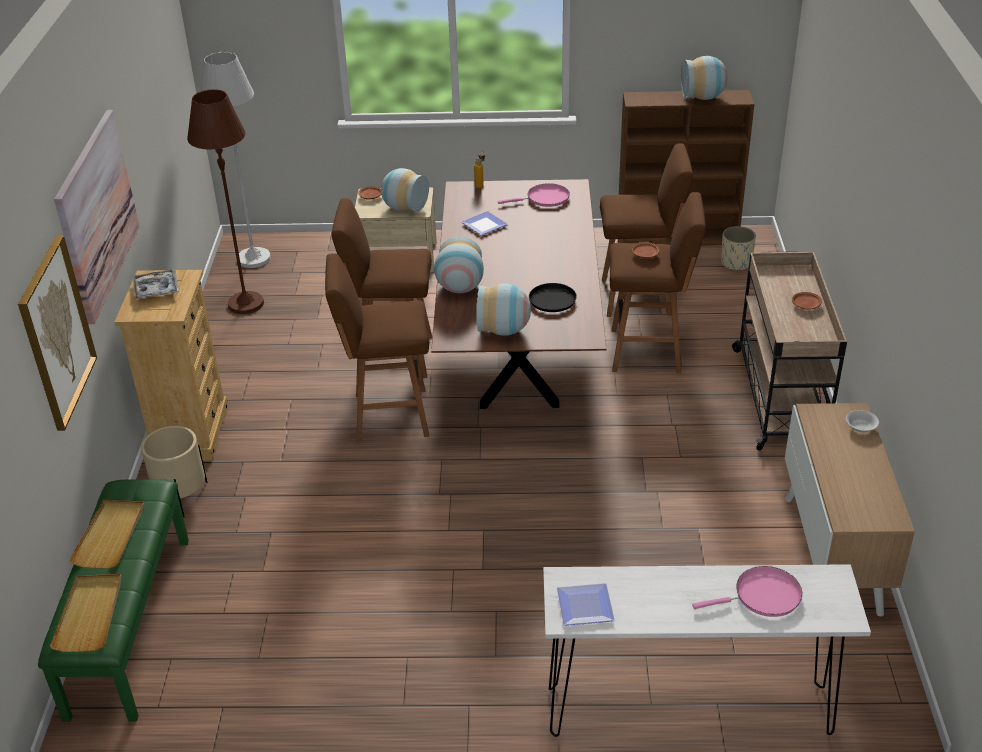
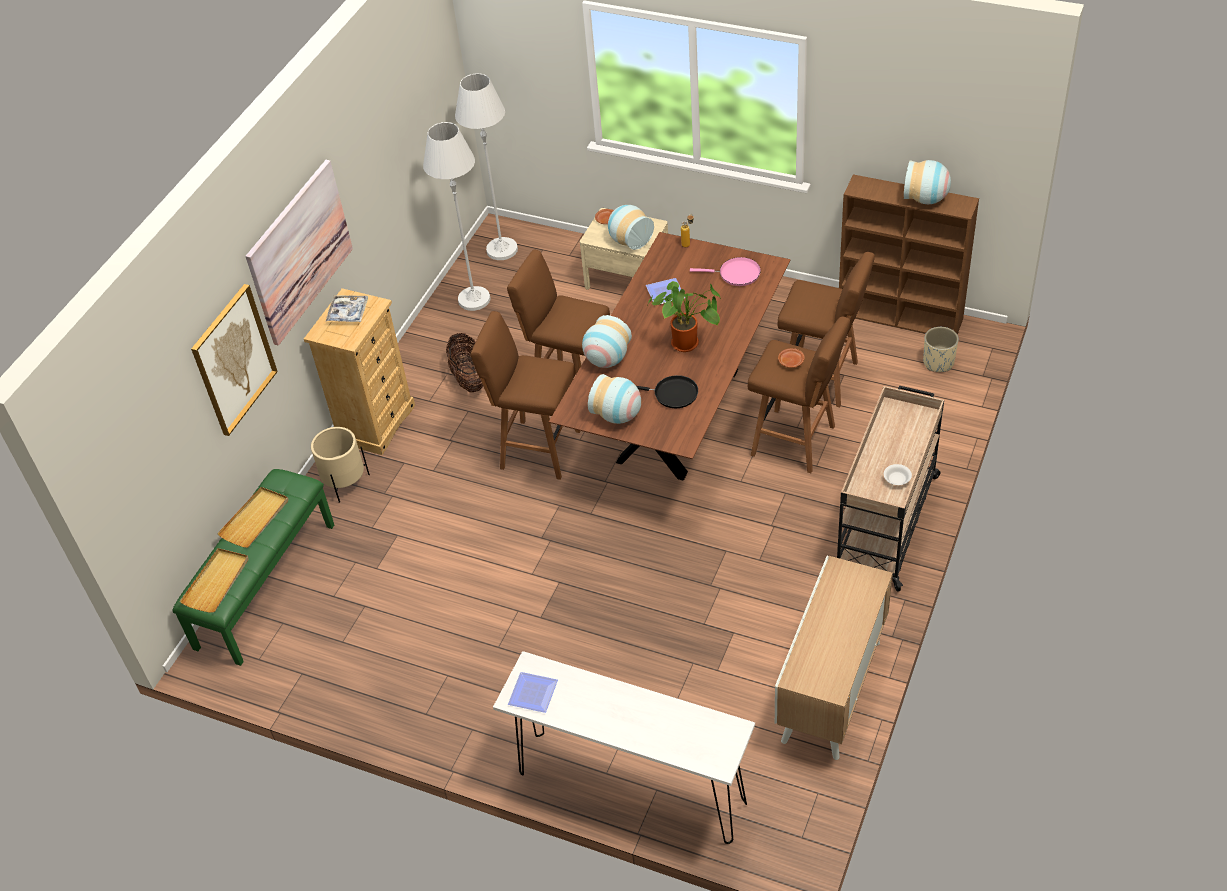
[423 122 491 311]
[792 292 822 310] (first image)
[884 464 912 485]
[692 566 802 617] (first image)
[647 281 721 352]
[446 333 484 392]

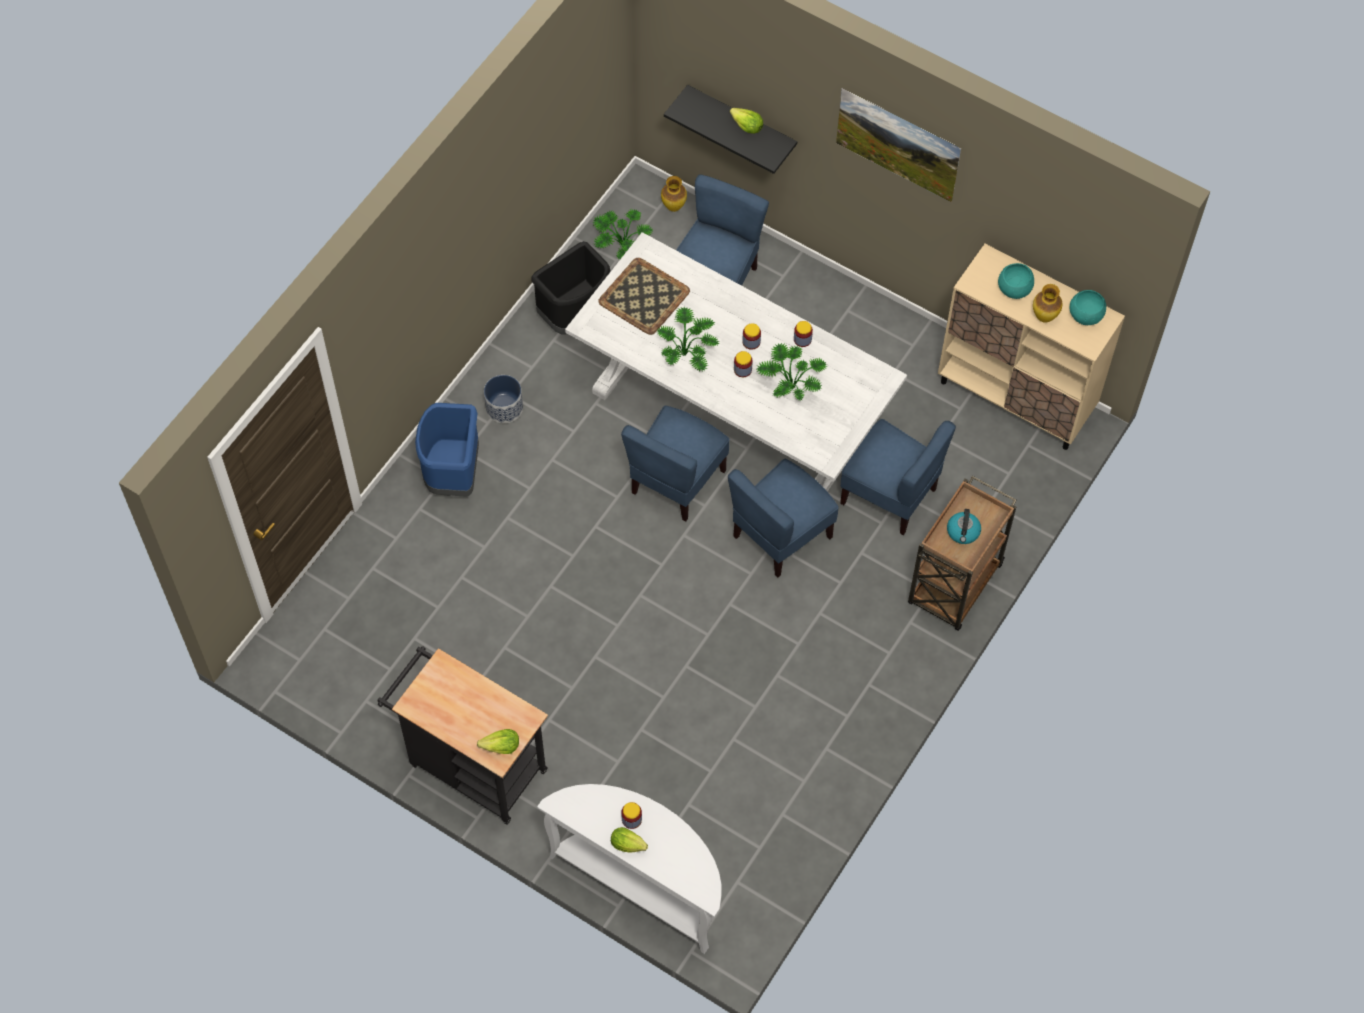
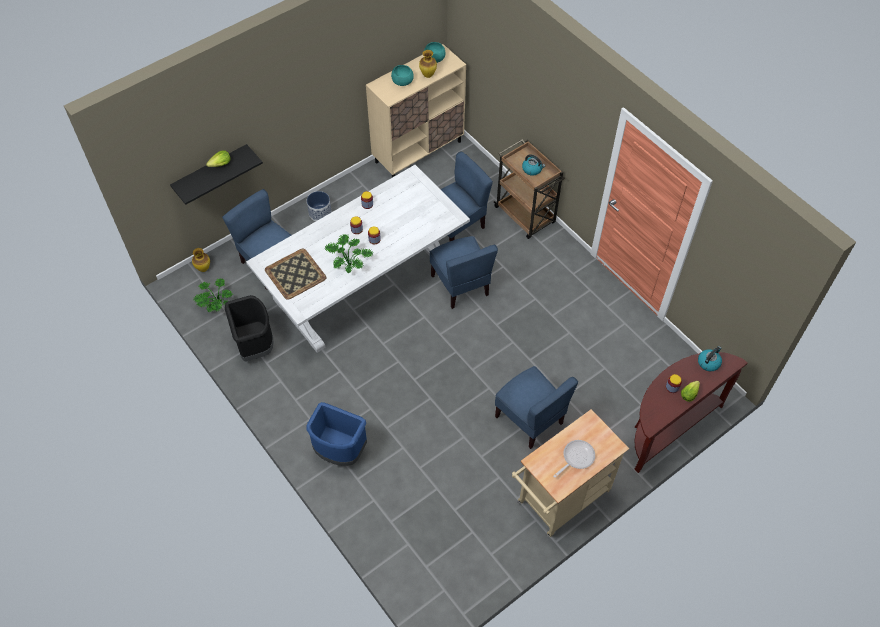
[836 88 961 203] (first image)
[757 343 827 400] (first image)
[307 191 332 221]
[495 366 578 449]
[512 409 629 537]
[477 729 519 754] (first image)
[634 352 748 473]
[698 346 722 371]
[553 440 595 478]

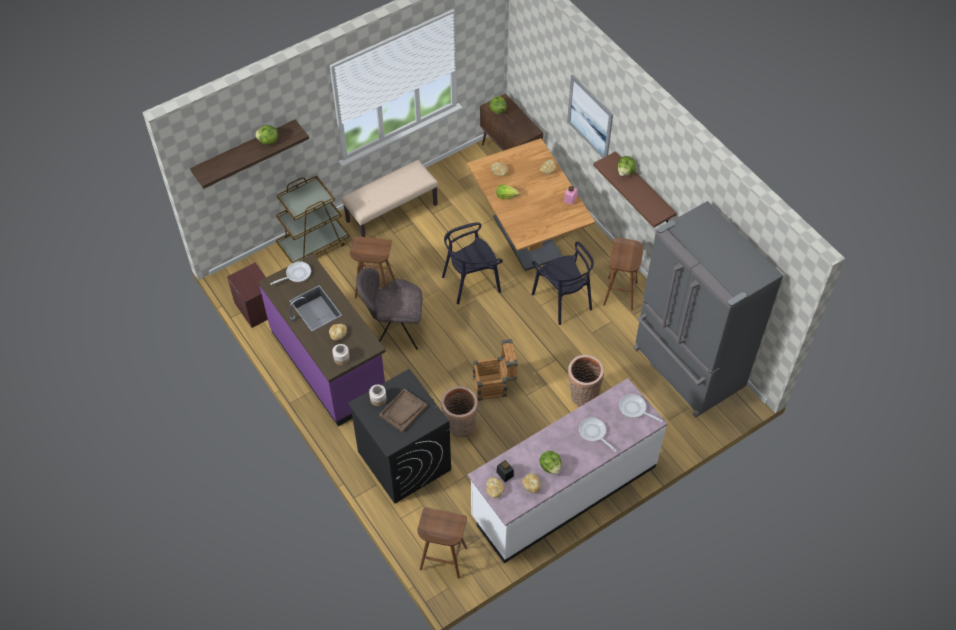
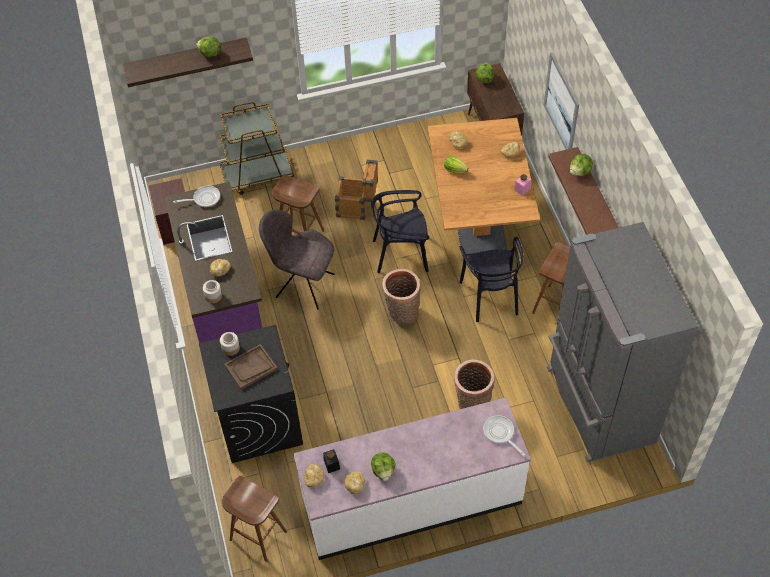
[342 160 438 237] (first image)
[335 160 378 220]
[382 269 421 325]
[579 417 617 452] (first image)

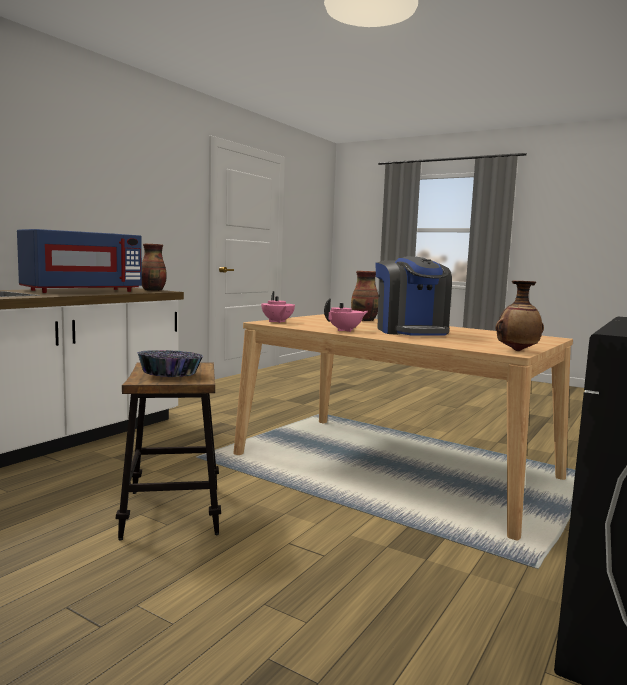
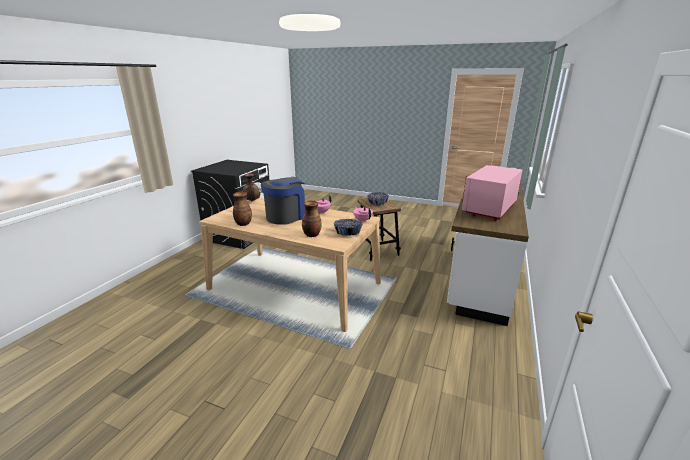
[462 165 522 221]
[233 192 252 226]
[261 177 305 225]
[334 219 363 236]

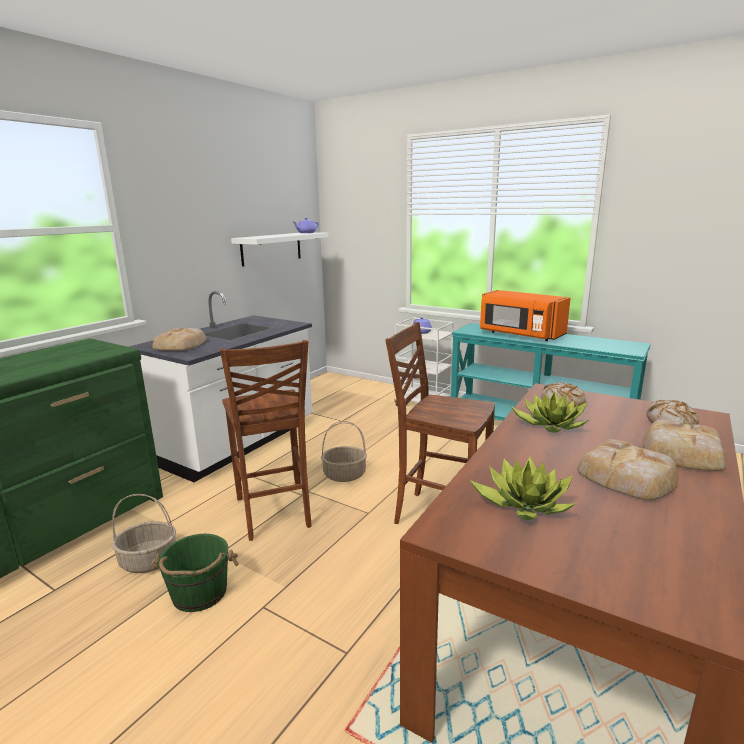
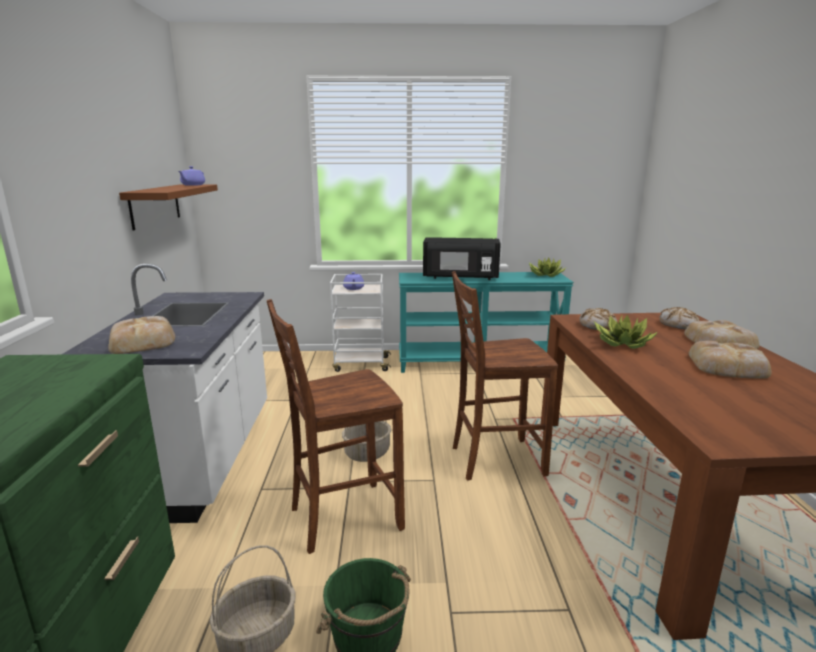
[119 184 218 230]
[423 237 501 280]
[267 299 405 554]
[529 258 567 277]

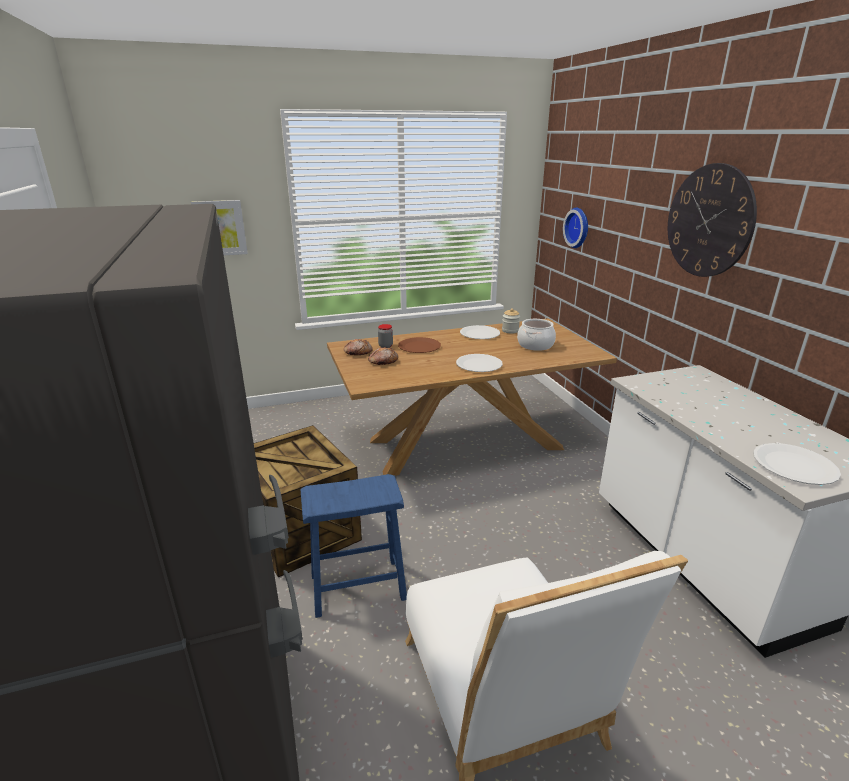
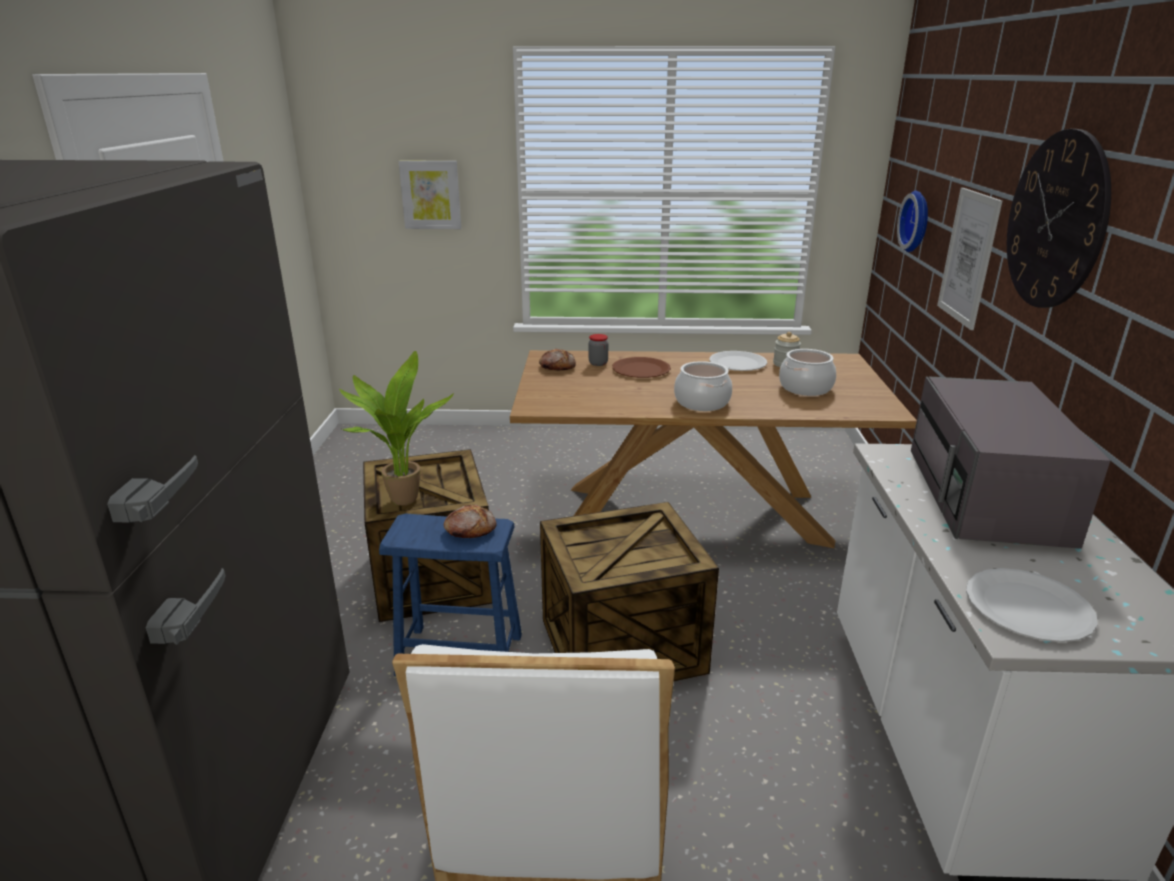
[444 505 497 538]
[674 361 732 411]
[937 188 1002 330]
[339 351 454 506]
[911 376 1110 549]
[540 502 719 681]

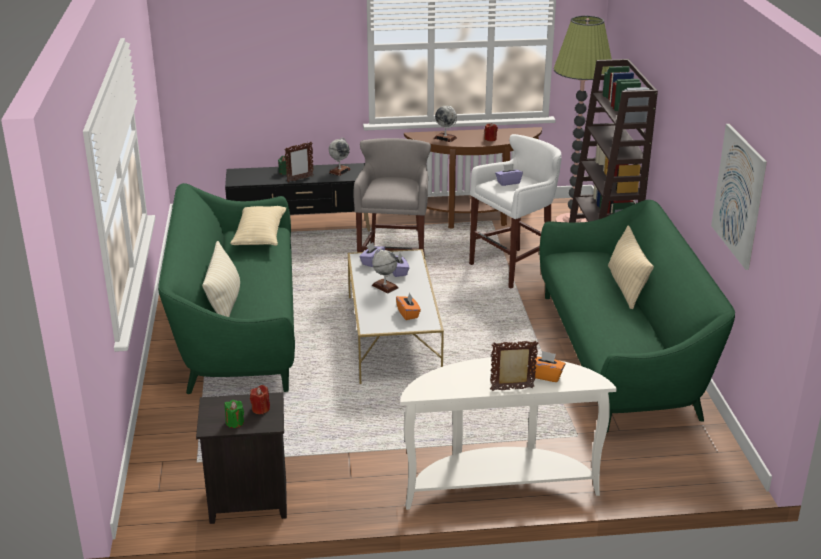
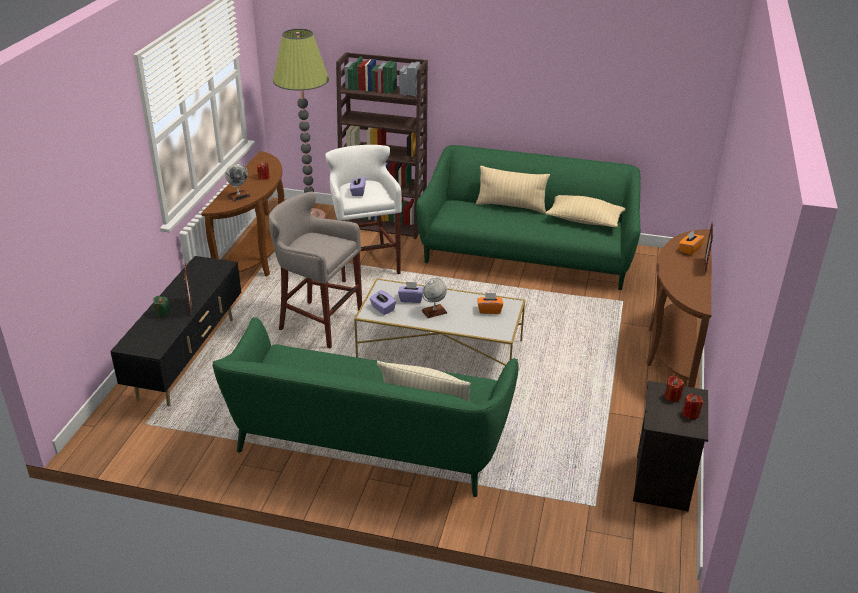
[711 124 767 270] (first image)
[329 137 351 176] (first image)
[545 195 626 228]
[646 229 712 388]
[682 394 703 419]

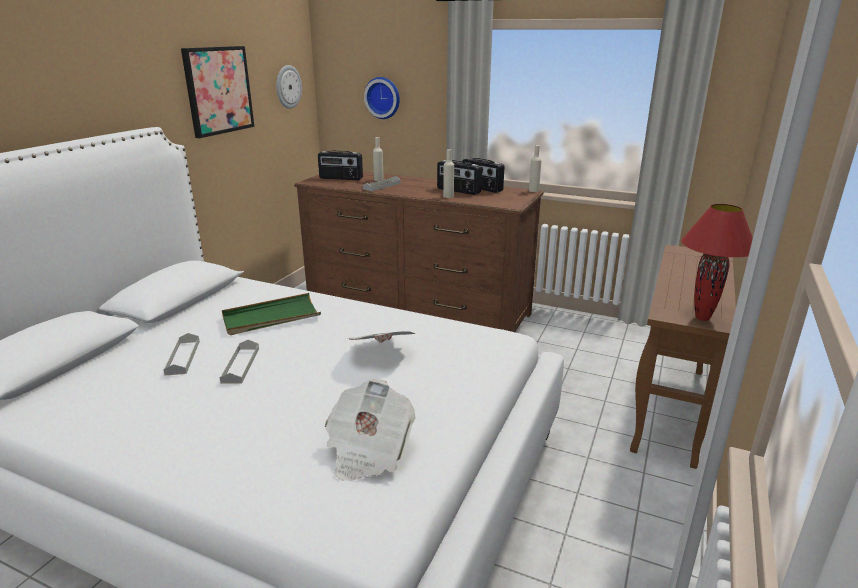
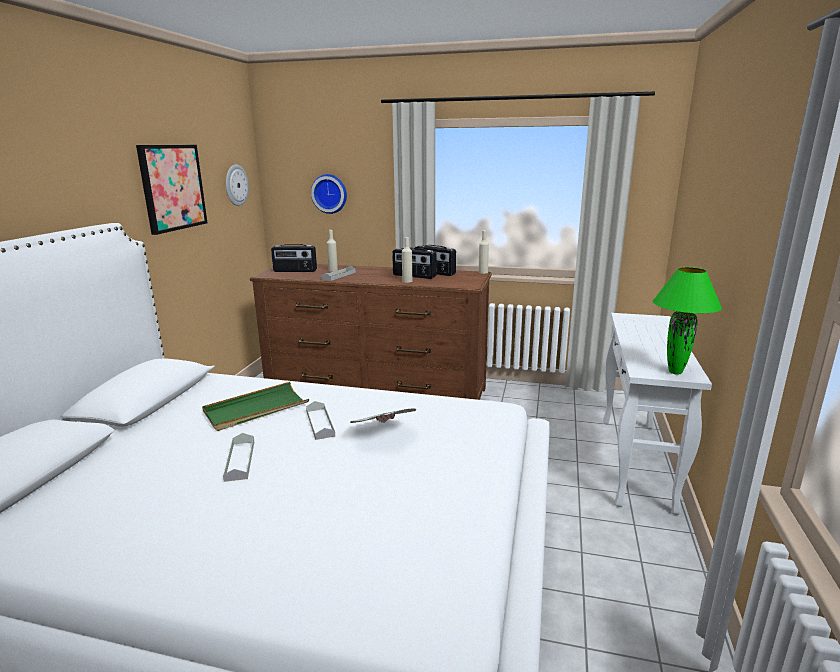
[653 267 722 375]
[603 313 712 515]
[306 401 335 440]
[325 379 416 481] (first image)

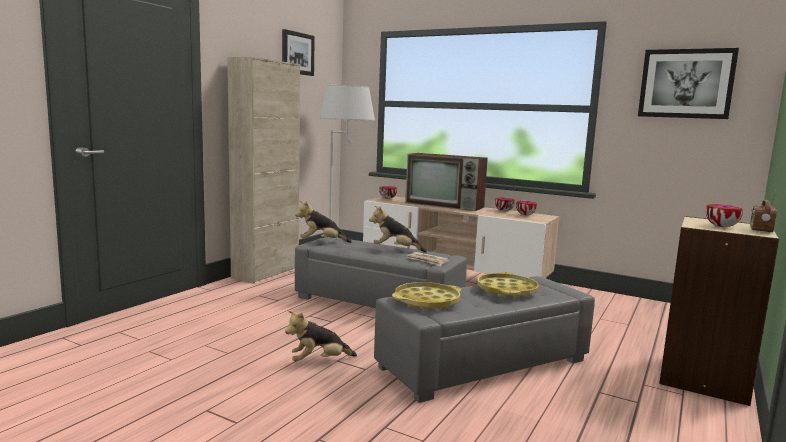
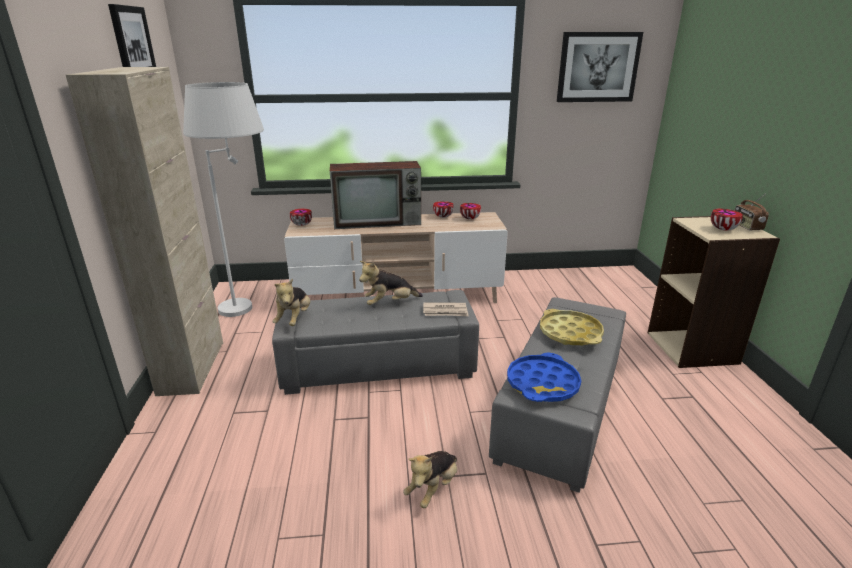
[273 278 310 326]
[507 353 581 402]

